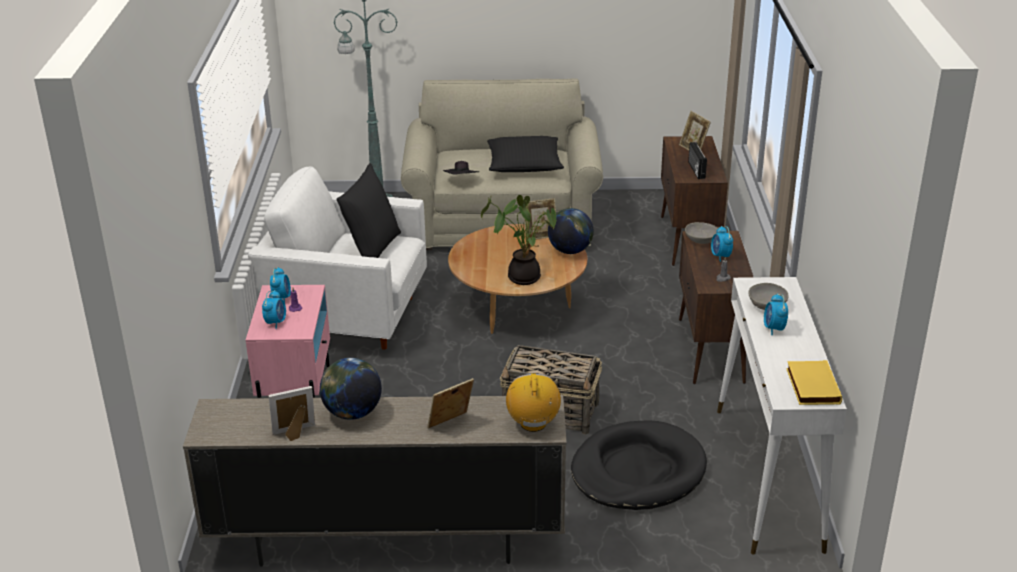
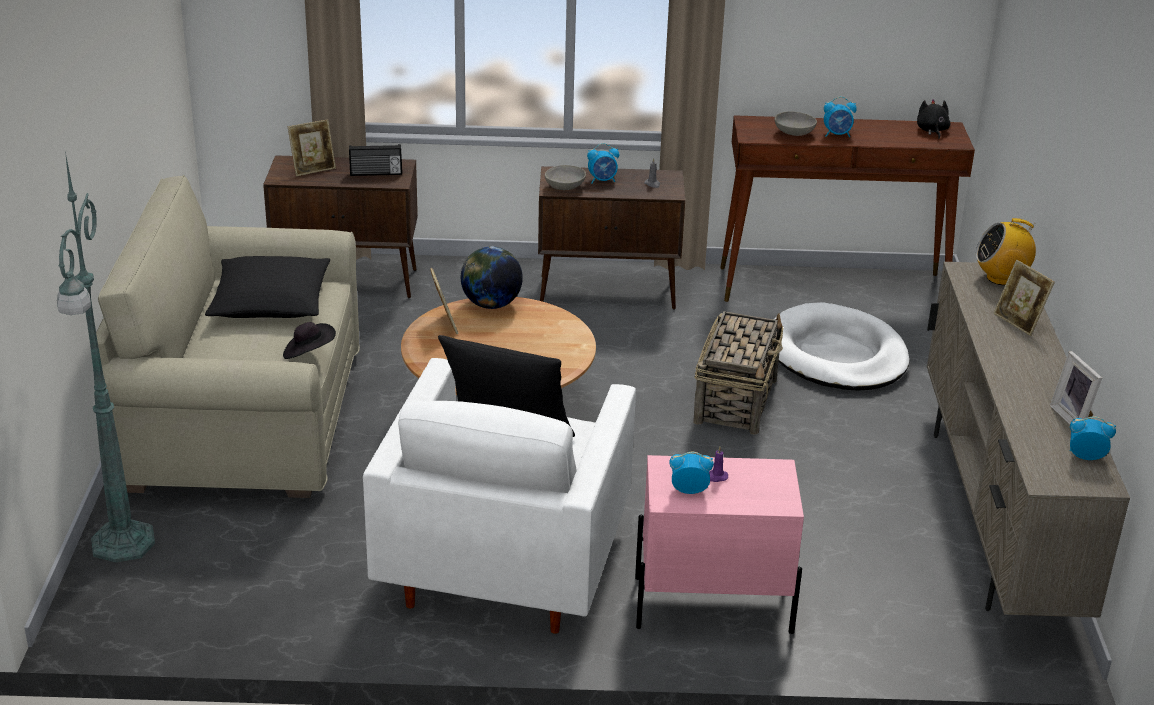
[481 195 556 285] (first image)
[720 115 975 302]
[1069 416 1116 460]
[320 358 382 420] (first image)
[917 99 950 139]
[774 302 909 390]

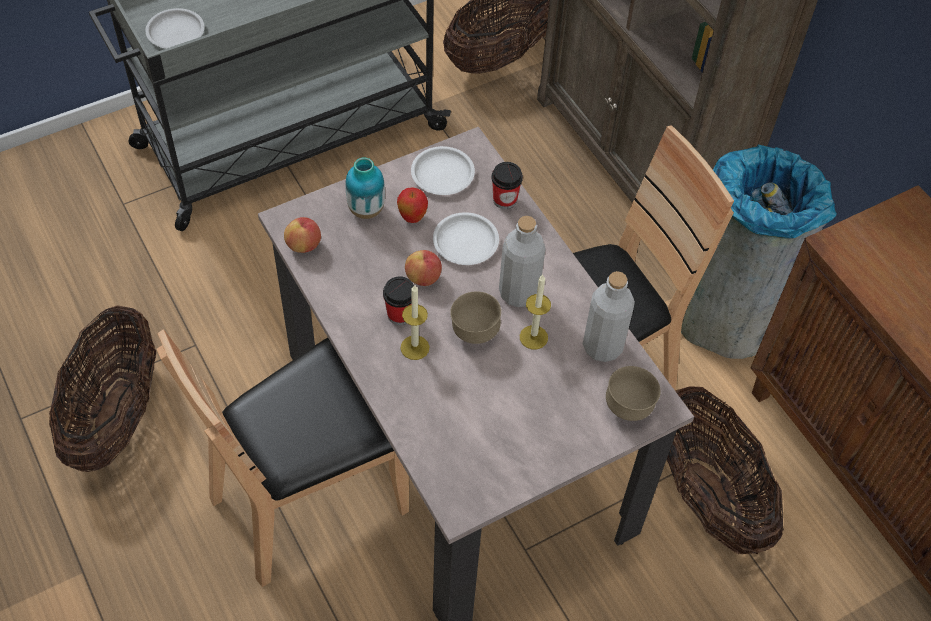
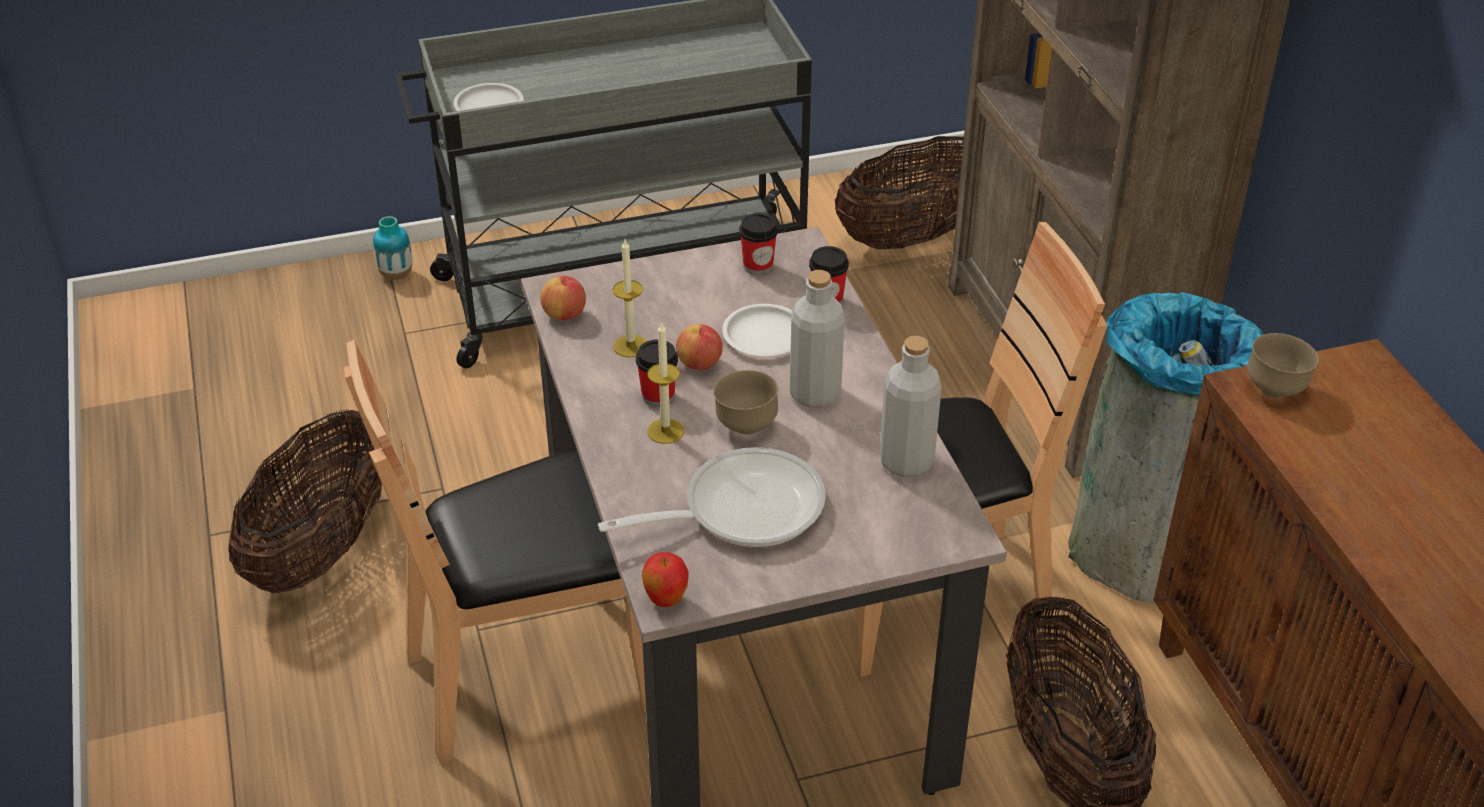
[739 213 778 275]
[373 216 412 280]
[642 552 688 607]
[612 240 647 358]
[1247 333 1319 398]
[598 447 826 547]

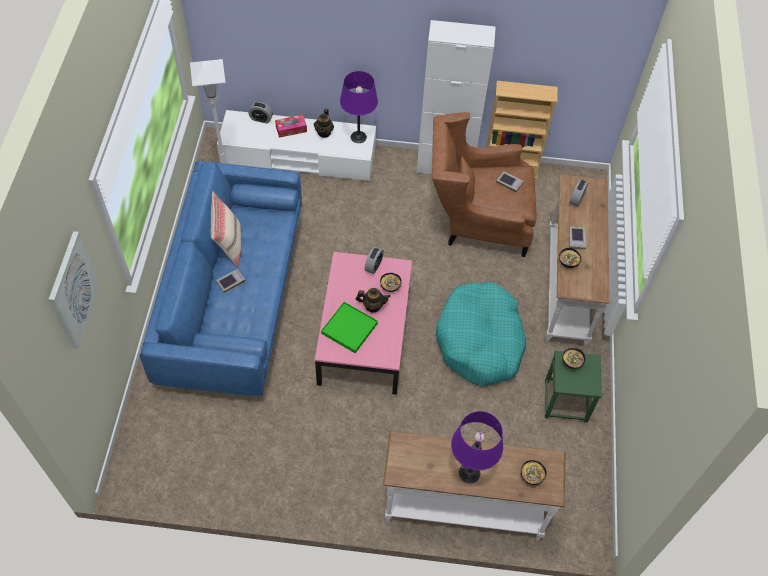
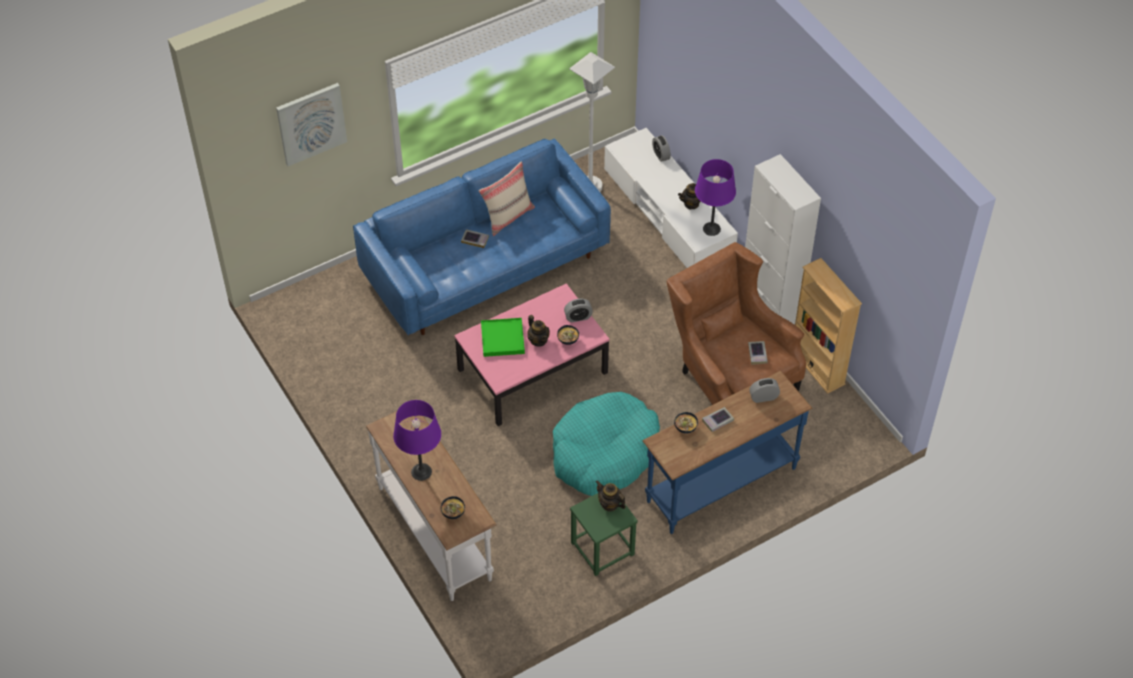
[275 115 307 138] (first image)
[642 371 812 534]
[596 480 626 511]

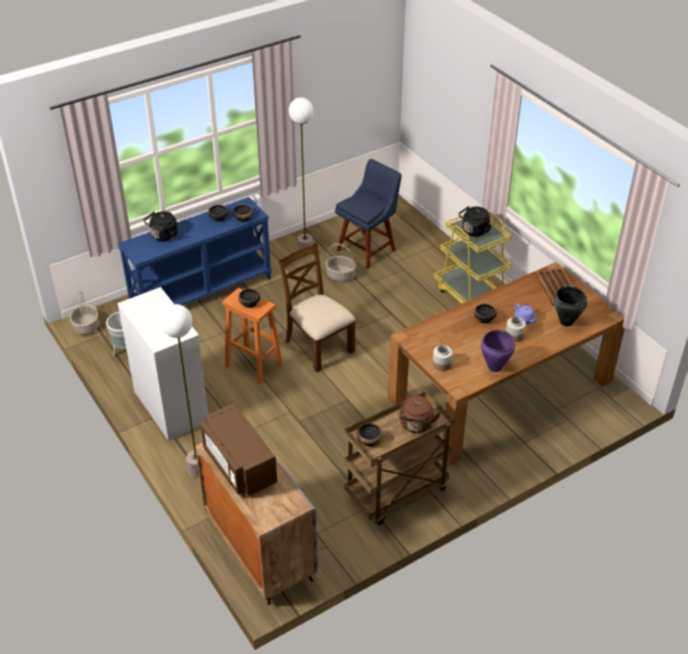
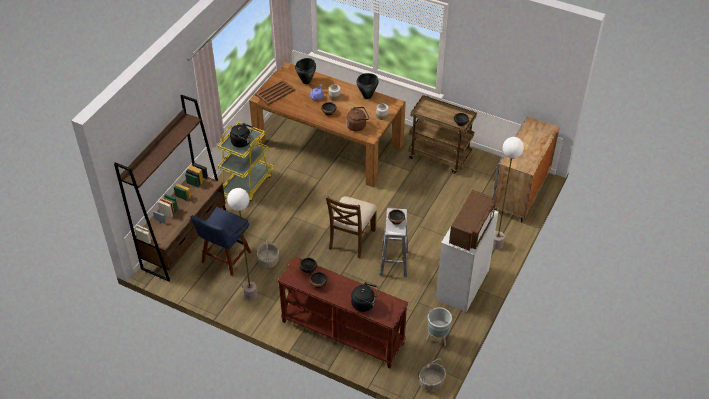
[190 207 251 276]
[278 257 408 368]
[380 208 408 277]
[356 73 379 99]
[346 107 369 131]
[449 190 496 251]
[114 95 226 281]

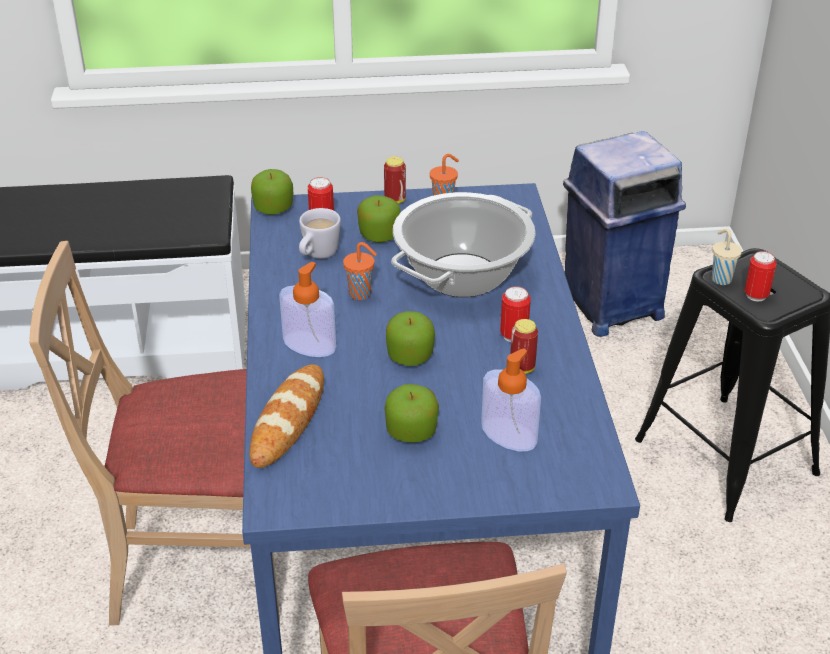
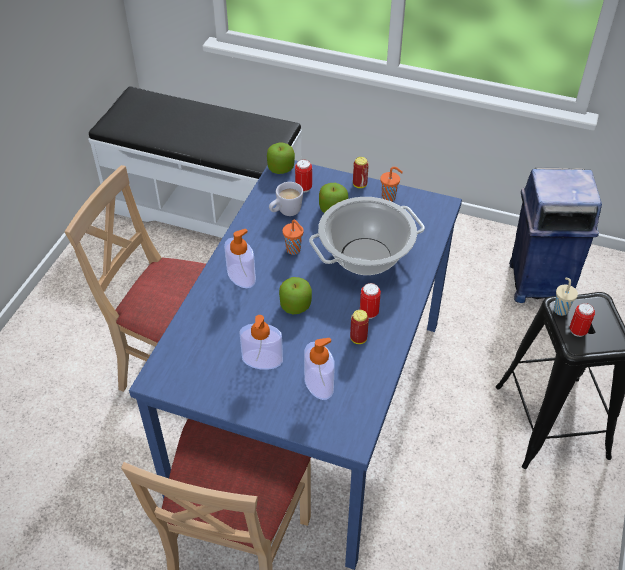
[249 365 324 468] (first image)
[239 315 283 370]

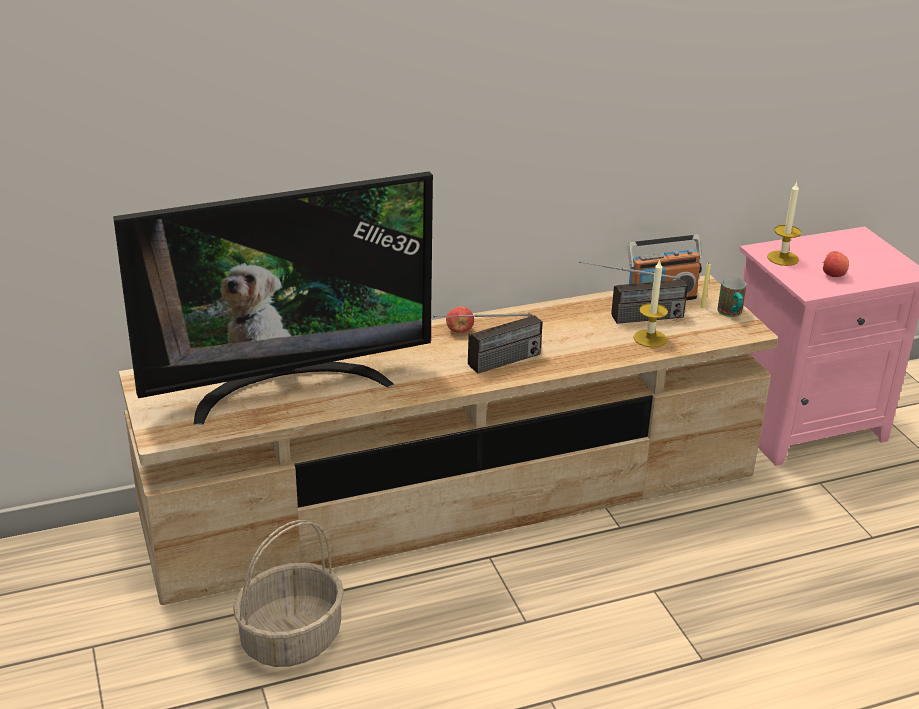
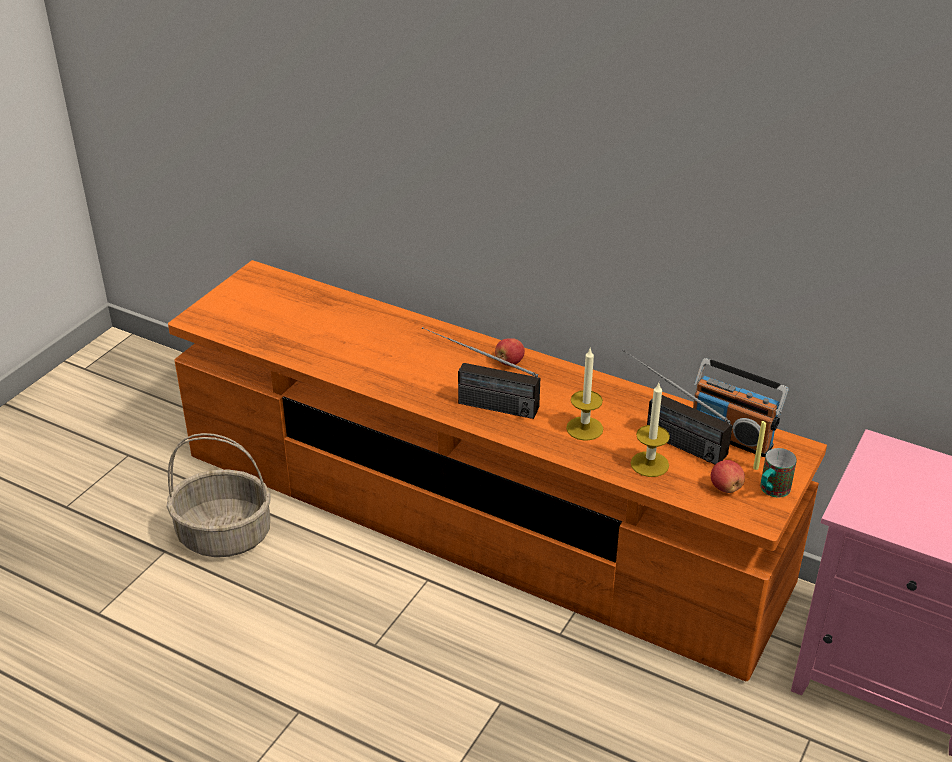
[113 171 433 425] (first image)
[566 347 603 441]
[711 460 745 493]
[168 260 827 681]

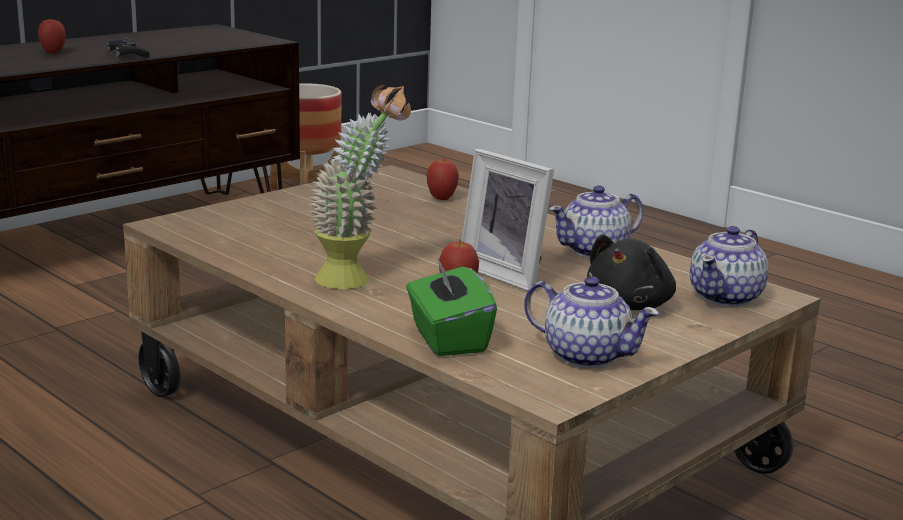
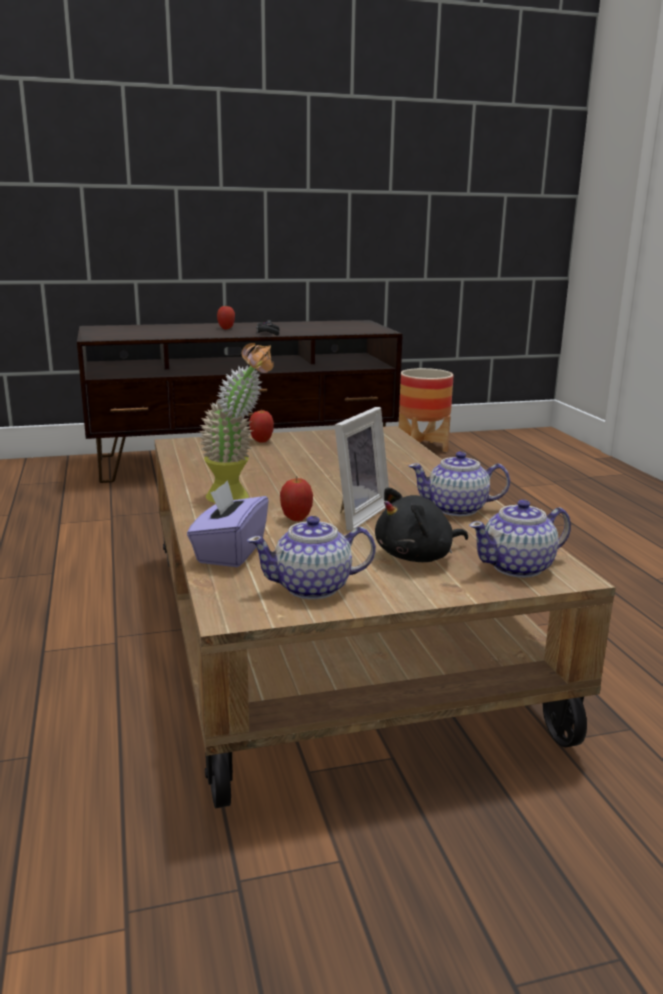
[335 407 389 531]
[249 408 274 443]
[187 480 269 567]
[247 516 376 599]

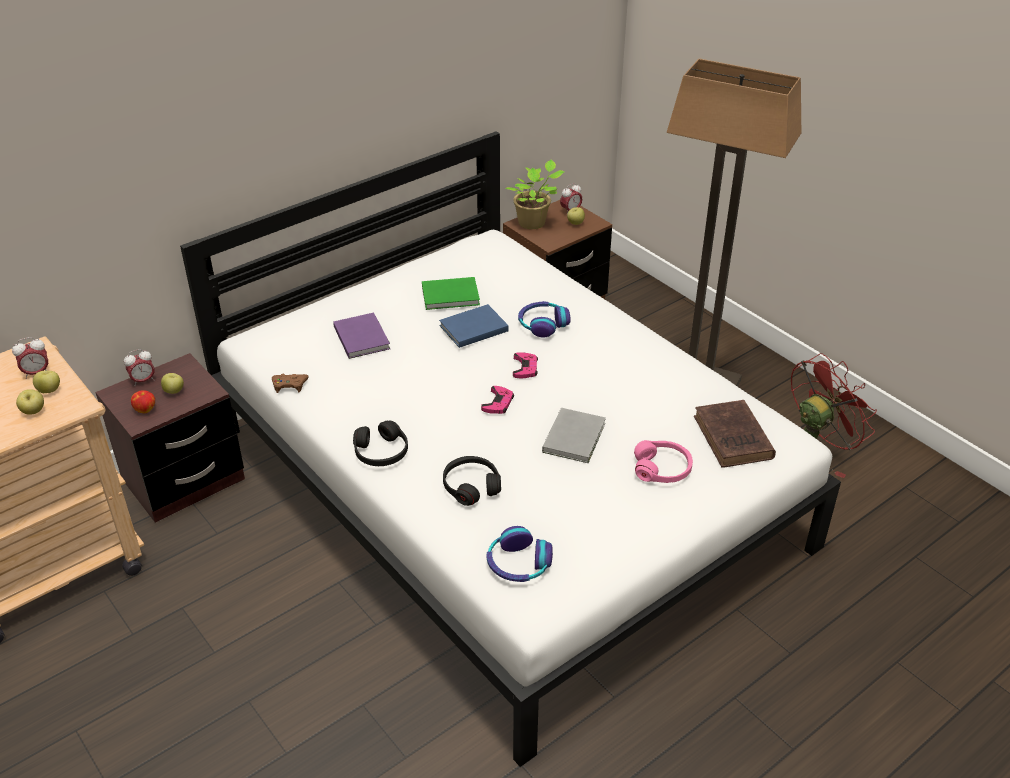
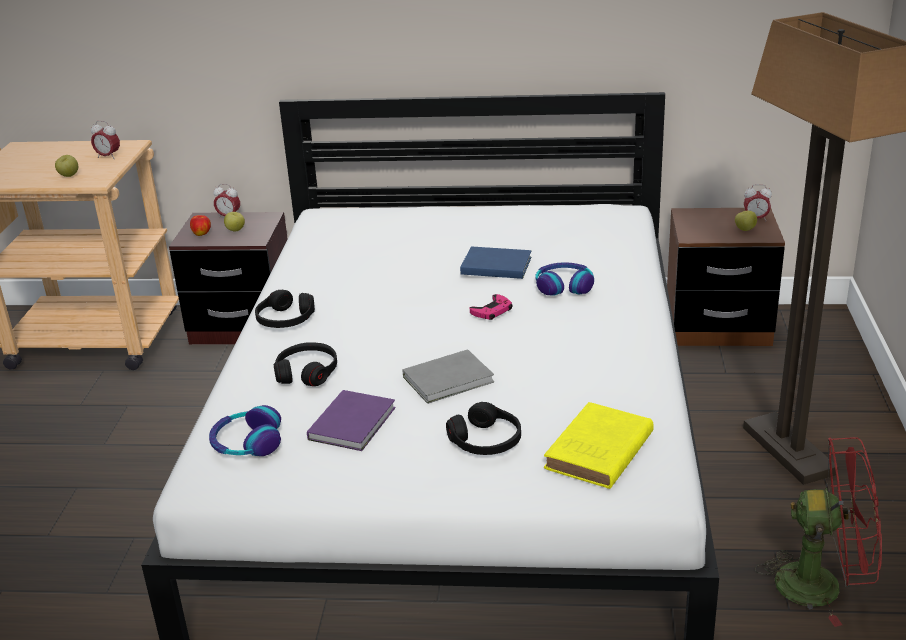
[505 160 564 229] (first image)
[422 277 480 310] (first image)
[307 390 396 451]
[33 370 60 393] (first image)
[272 374 308 393] (first image)
[481 386 514 414] (first image)
[544 402 654 489]
[446 402 521 455]

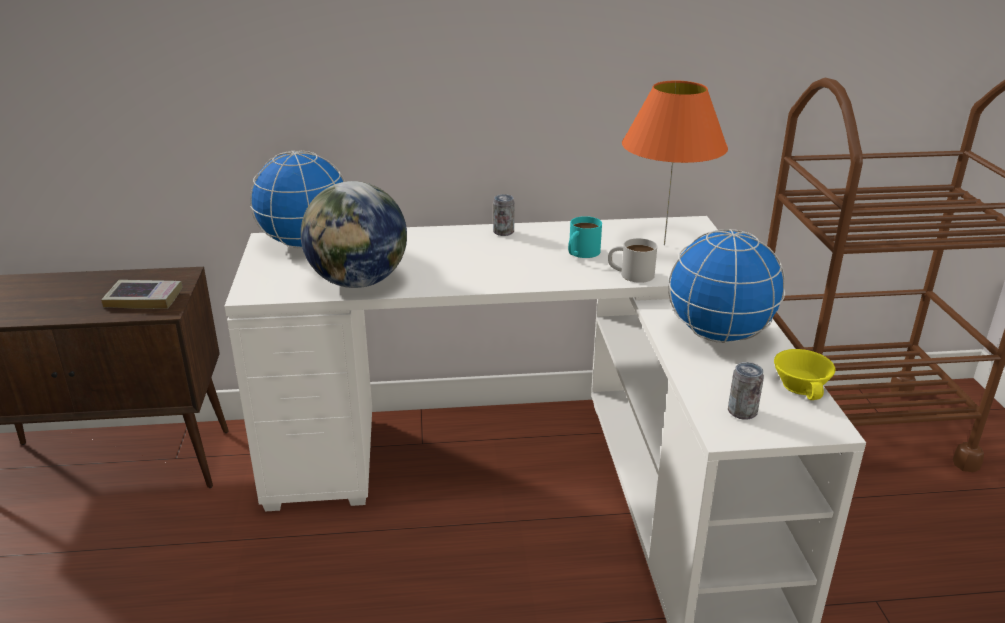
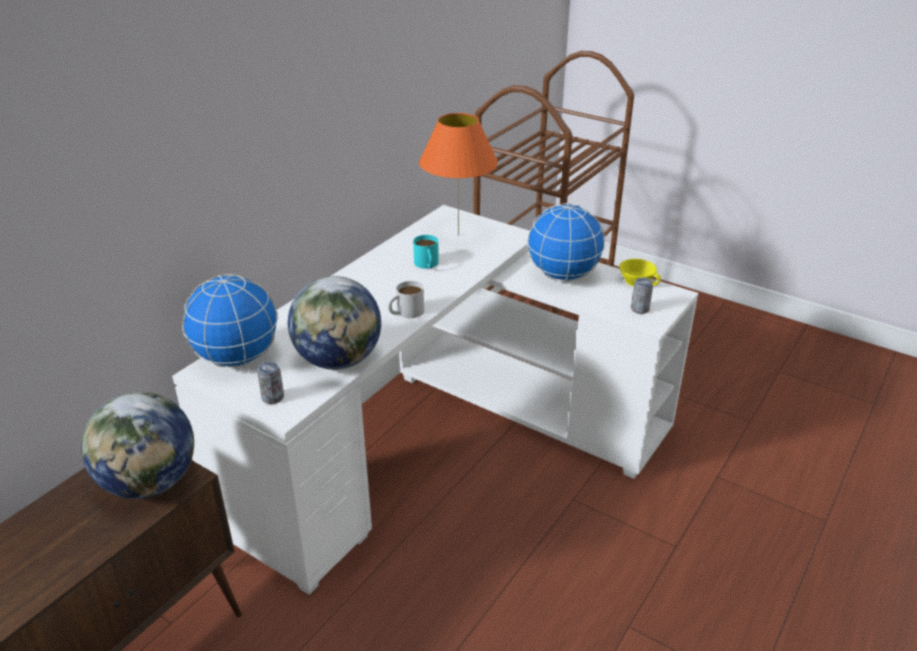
[257 361 284 404]
[388 281 424 318]
[81 392 194 499]

